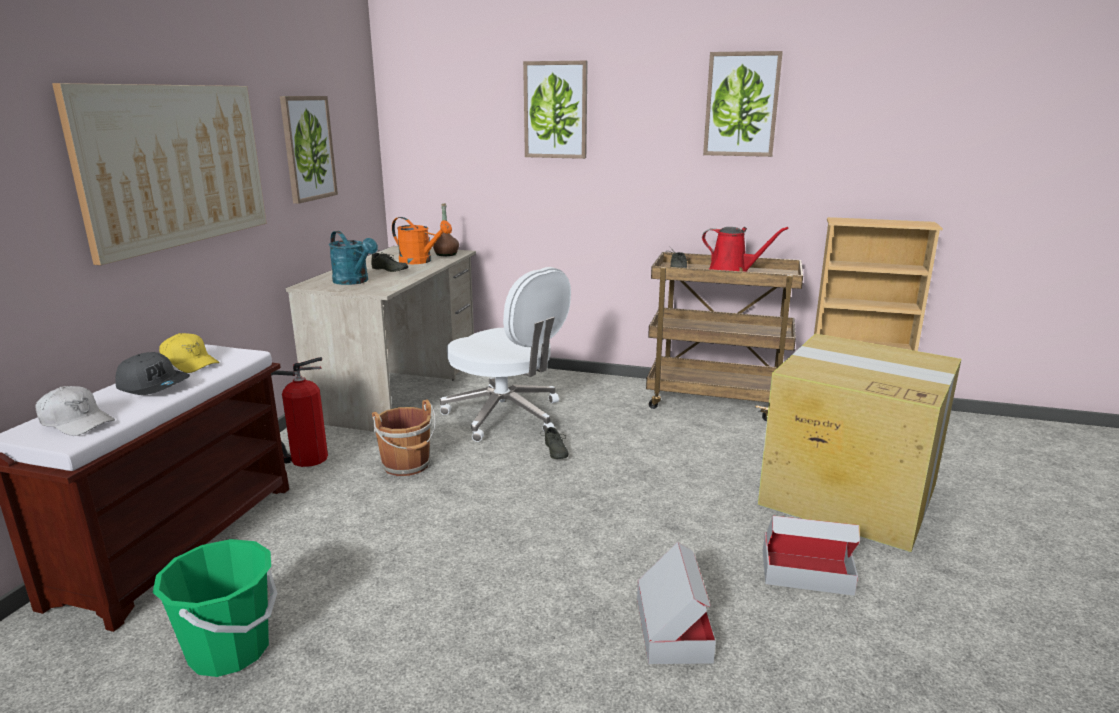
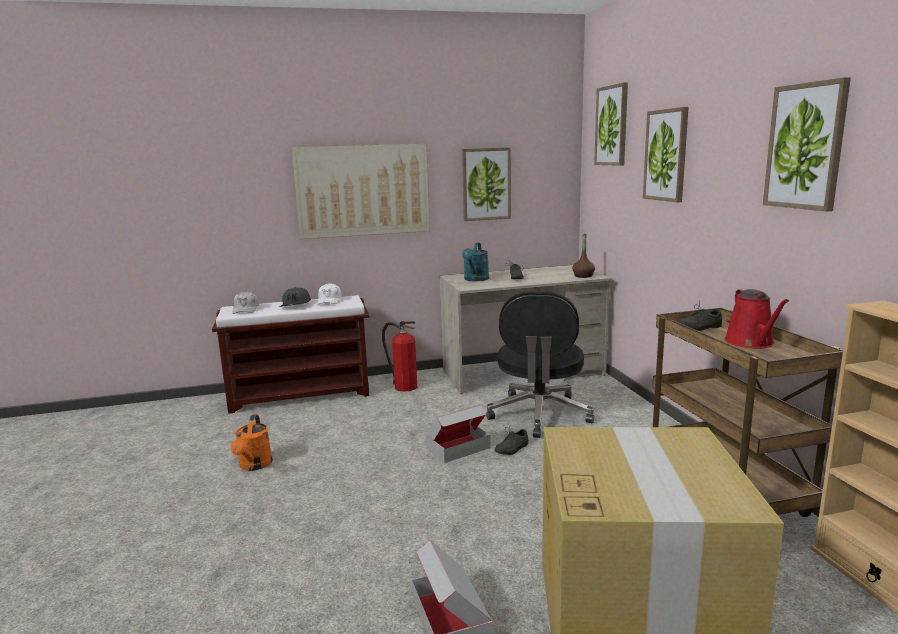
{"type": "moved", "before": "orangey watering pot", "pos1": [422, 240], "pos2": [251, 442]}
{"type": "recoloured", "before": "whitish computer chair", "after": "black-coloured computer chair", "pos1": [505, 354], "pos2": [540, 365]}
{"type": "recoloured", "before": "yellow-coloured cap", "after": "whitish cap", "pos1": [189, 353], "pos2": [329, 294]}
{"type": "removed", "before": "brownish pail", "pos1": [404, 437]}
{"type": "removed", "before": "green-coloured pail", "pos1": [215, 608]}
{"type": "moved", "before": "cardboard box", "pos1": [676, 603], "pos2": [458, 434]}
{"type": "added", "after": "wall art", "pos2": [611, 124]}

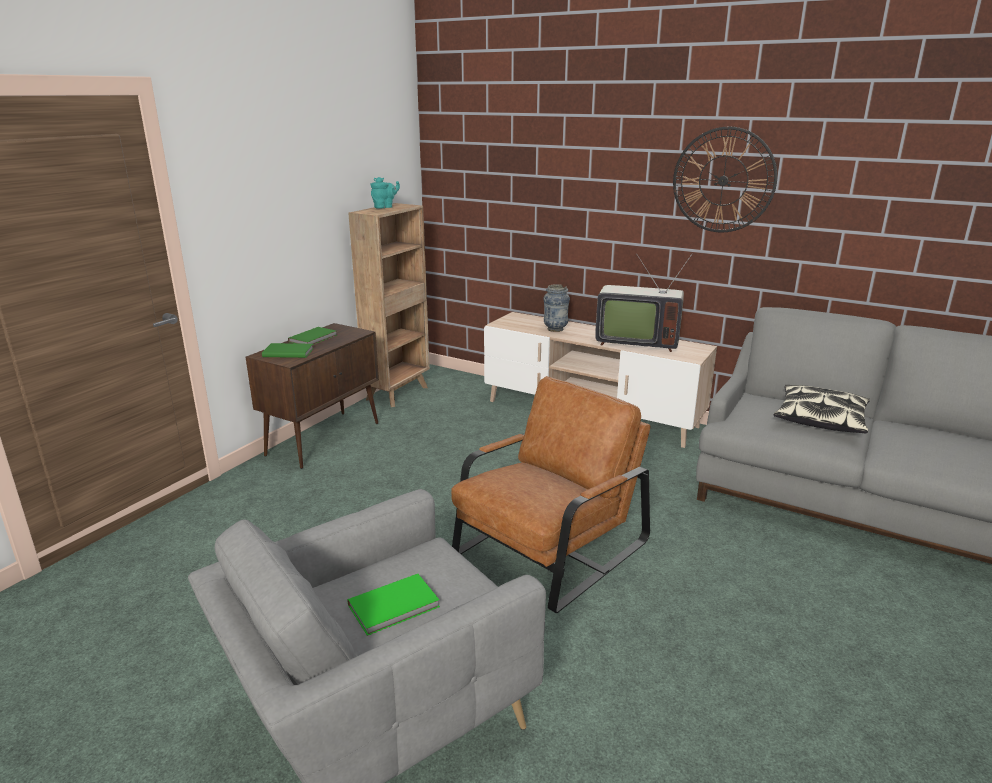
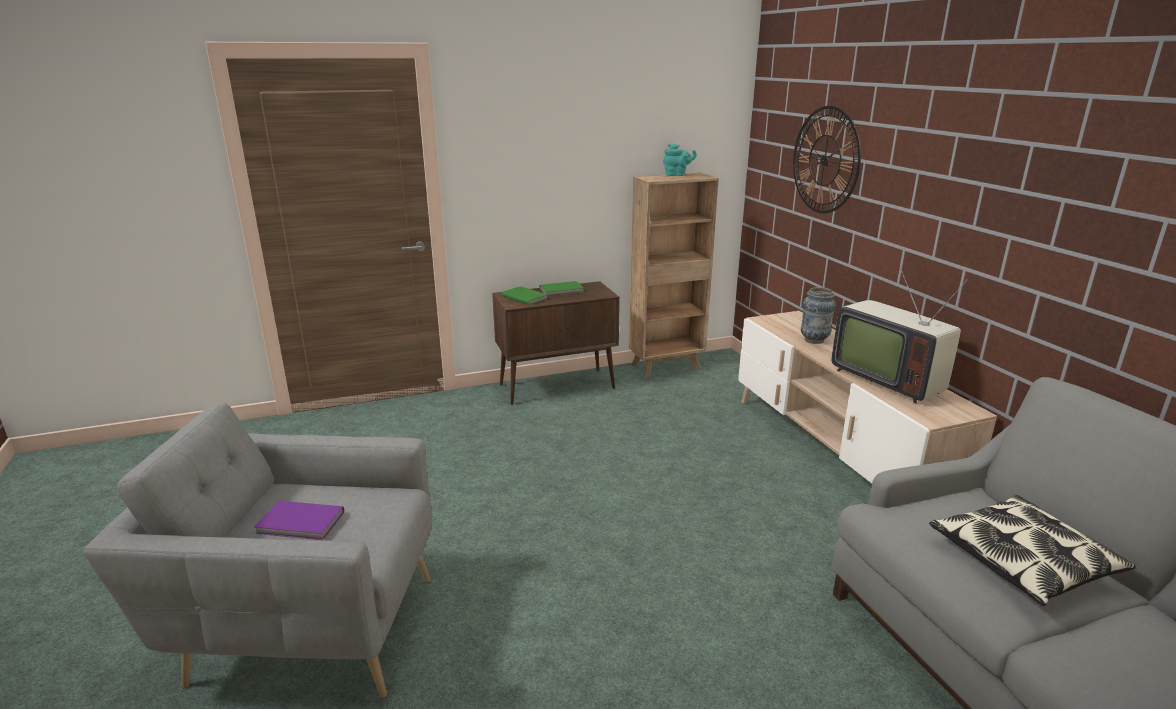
{"type": "moved", "before": "wall clock", "pos1": [725, 180], "pos2": [827, 159]}
{"type": "removed", "before": "brownish armchair", "pos1": [550, 494]}
{"type": "recoloured", "before": "green-coloured bound book", "after": "purple-coloured bound book", "pos1": [394, 605], "pos2": [299, 520]}

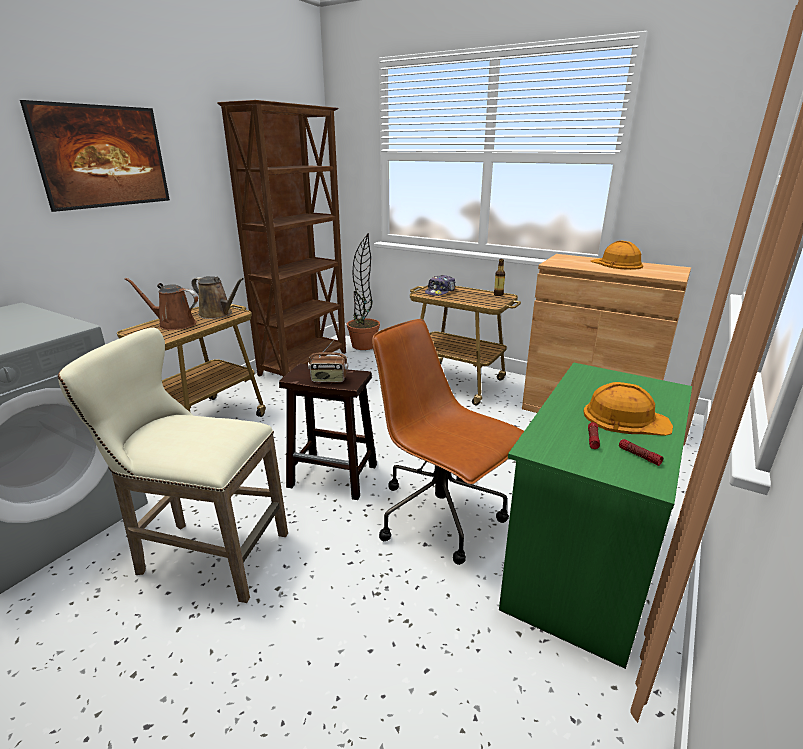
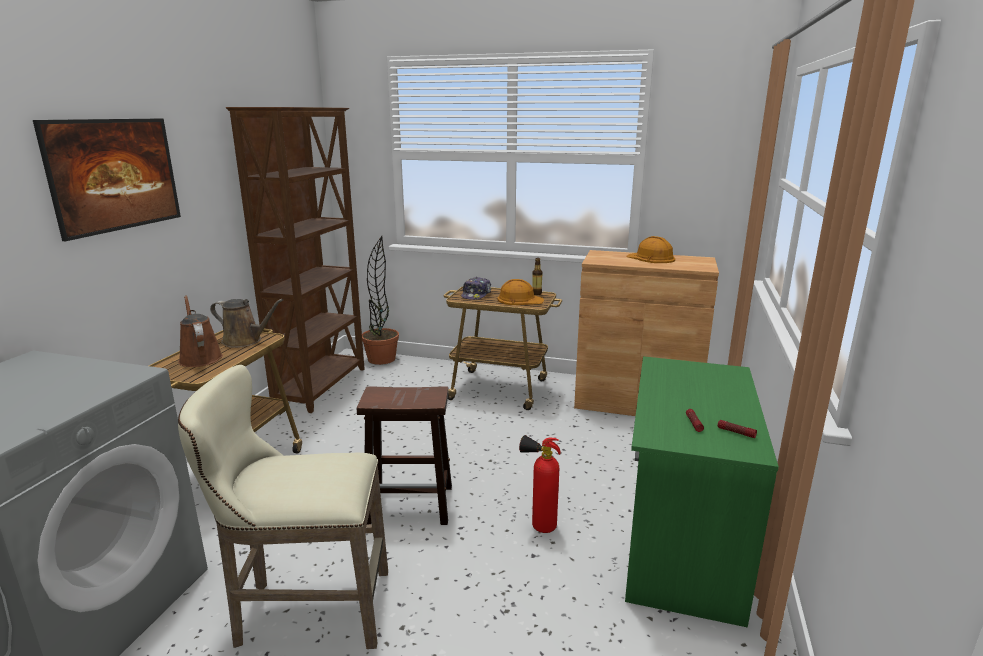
{"type": "turned", "before": "brownish watering pot", "pos1": [161, 304], "pos2": [200, 331], "turn": 60}
{"type": "replaced", "before": "brownish computer chair", "after": "fire extinguisher", "pos1": [448, 442], "pos2": [540, 484]}
{"type": "removed", "before": "radio receiver", "pos1": [328, 361]}
{"type": "moved", "before": "orangey safety helmet", "pos1": [628, 409], "pos2": [520, 292]}

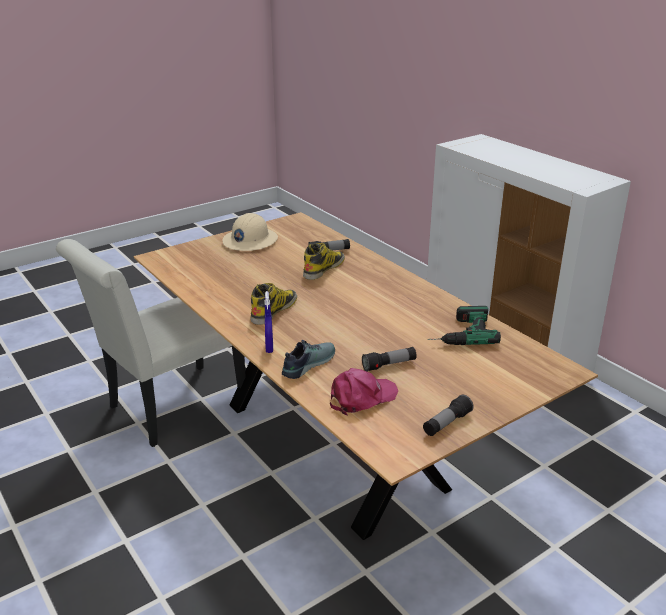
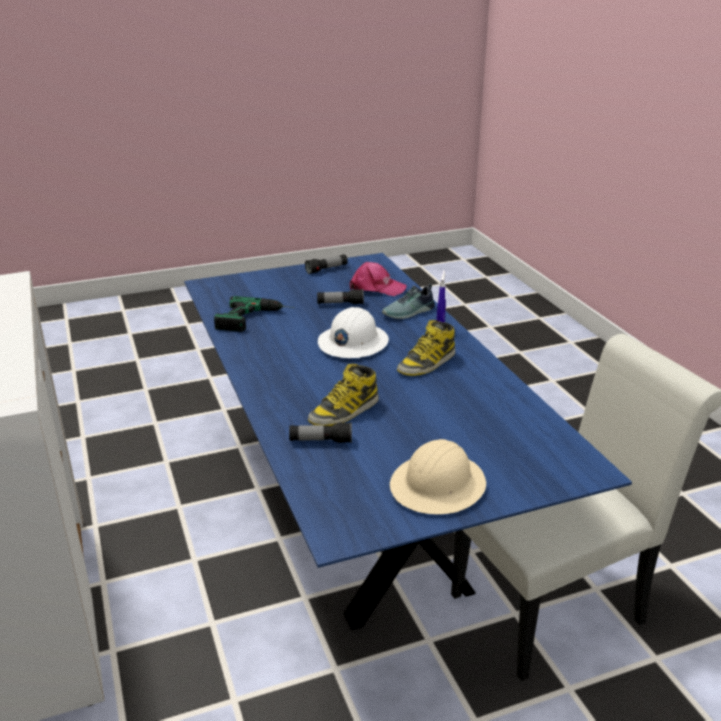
{"type": "recoloured", "before": "brownish dining table", "after": "blue-coloured dining table", "pos1": [365, 376], "pos2": [408, 441]}
{"type": "turned", "before": "pink cap", "pos1": [364, 392], "pos2": [378, 279], "turn": -150}
{"type": "added", "after": "whitish safety helmet", "pos2": [353, 332]}

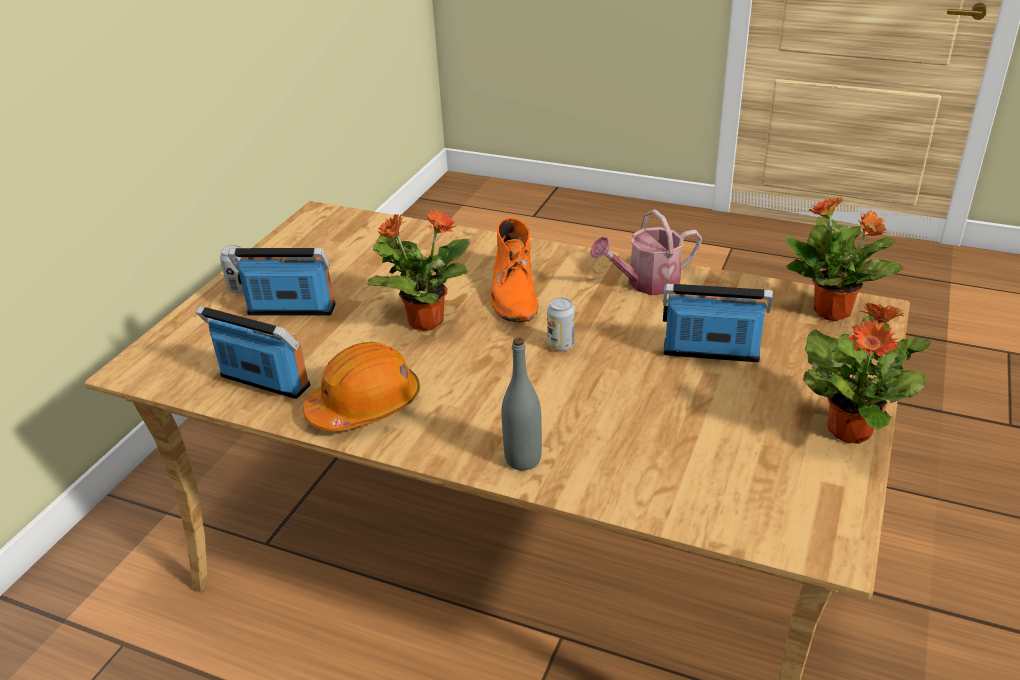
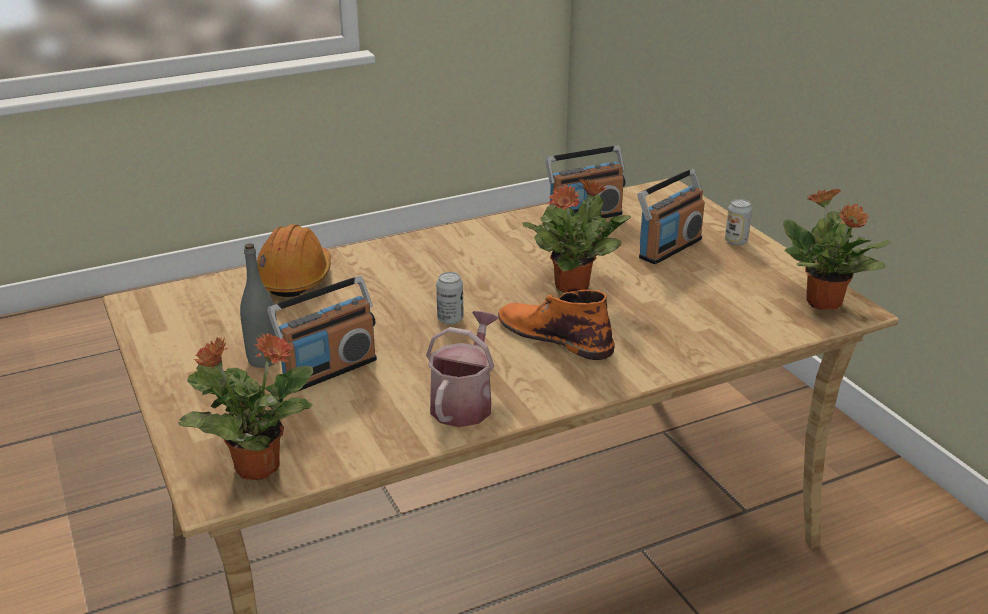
{"type": "moved", "before": "potted plant", "pos1": [867, 373], "pos2": [837, 249]}
{"type": "moved", "before": "grey beverage bottle", "pos1": [522, 404], "pos2": [258, 305]}
{"type": "moved", "before": "orangey safety helmet", "pos1": [361, 386], "pos2": [294, 260]}

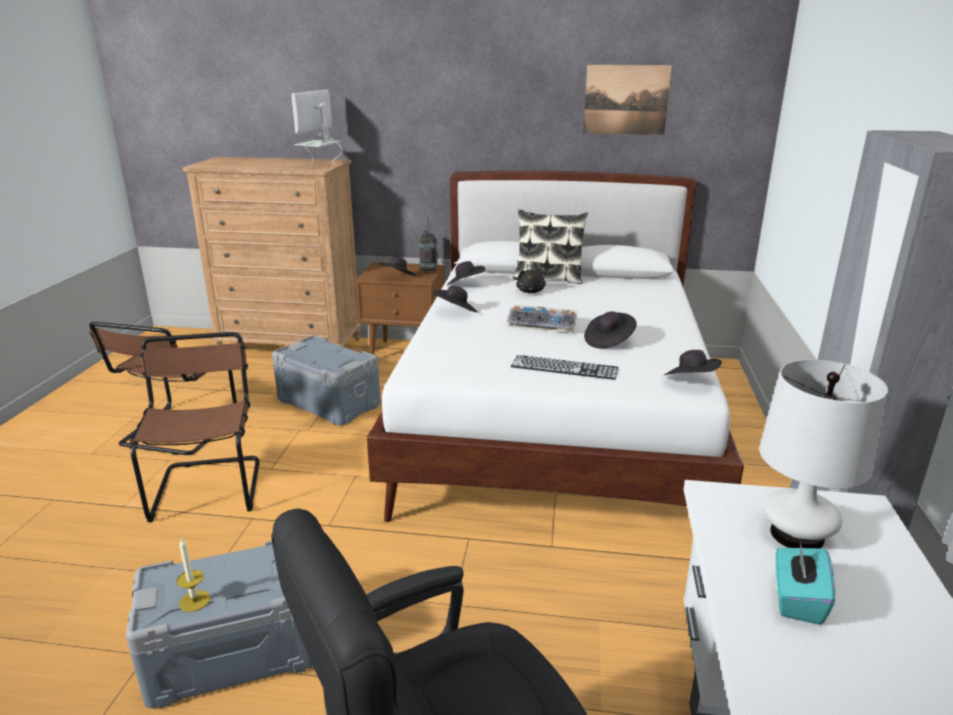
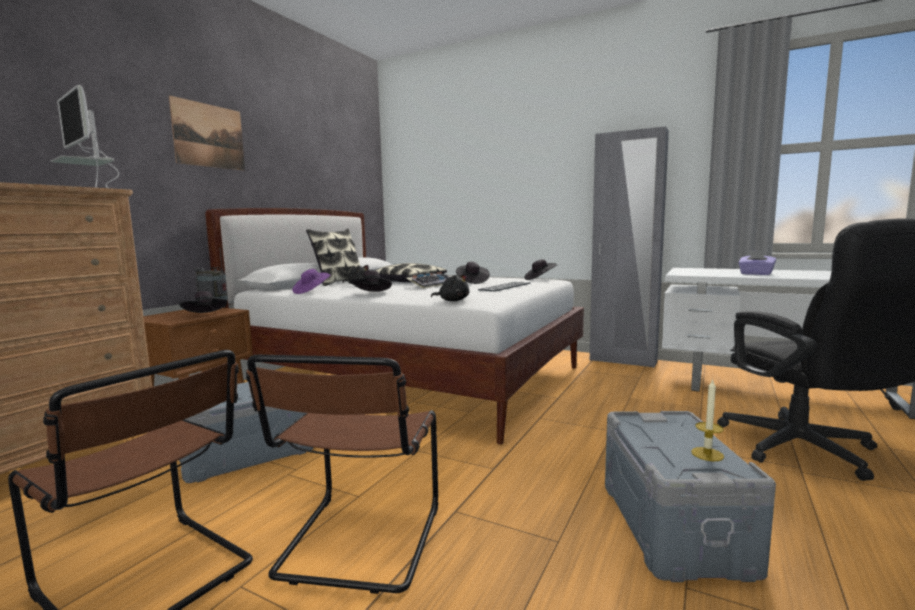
{"type": "moved", "before": "wall art", "pos1": [627, 100], "pos2": [207, 133]}
{"type": "recoloured", "before": "black-coloured wearable hat", "after": "purple-coloured wearable hat", "pos1": [466, 273], "pos2": [311, 281]}
{"type": "turned", "before": "brownish upright chair", "pos1": [195, 427], "pos2": [342, 474], "turn": -90}
{"type": "removed", "before": "whitish lamp for a table", "pos1": [823, 454]}
{"type": "recoloured", "before": "turquoise tissue box", "after": "purple-coloured tissue box", "pos1": [805, 583], "pos2": [757, 263]}
{"type": "added", "after": "throw pillow", "pos2": [410, 272]}
{"type": "added", "after": "black-coloured plush toy", "pos2": [450, 287]}

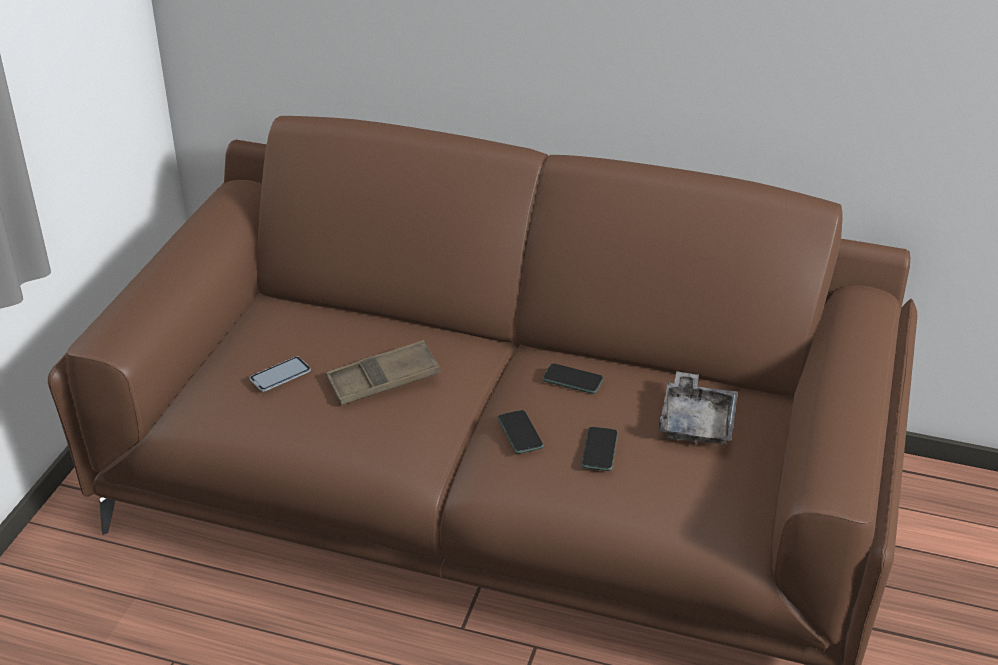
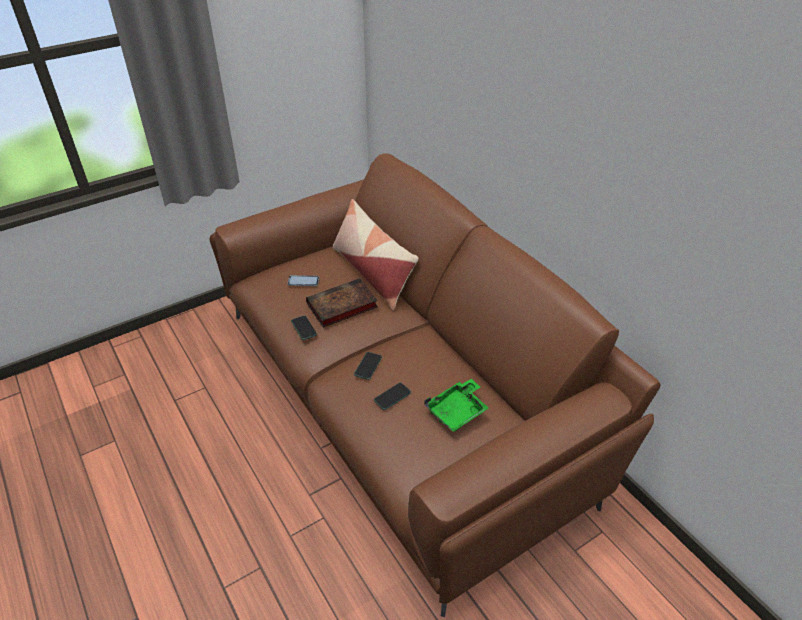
{"type": "replaced", "before": "brownish carrying tray", "after": "bound book", "pos1": [383, 372], "pos2": [342, 303]}
{"type": "moved", "before": "telephone", "pos1": [573, 378], "pos2": [304, 327]}
{"type": "recoloured", "before": "grey carrying tray", "after": "green-coloured carrying tray", "pos1": [698, 407], "pos2": [456, 405]}
{"type": "added", "after": "throw pillow", "pos2": [376, 255]}

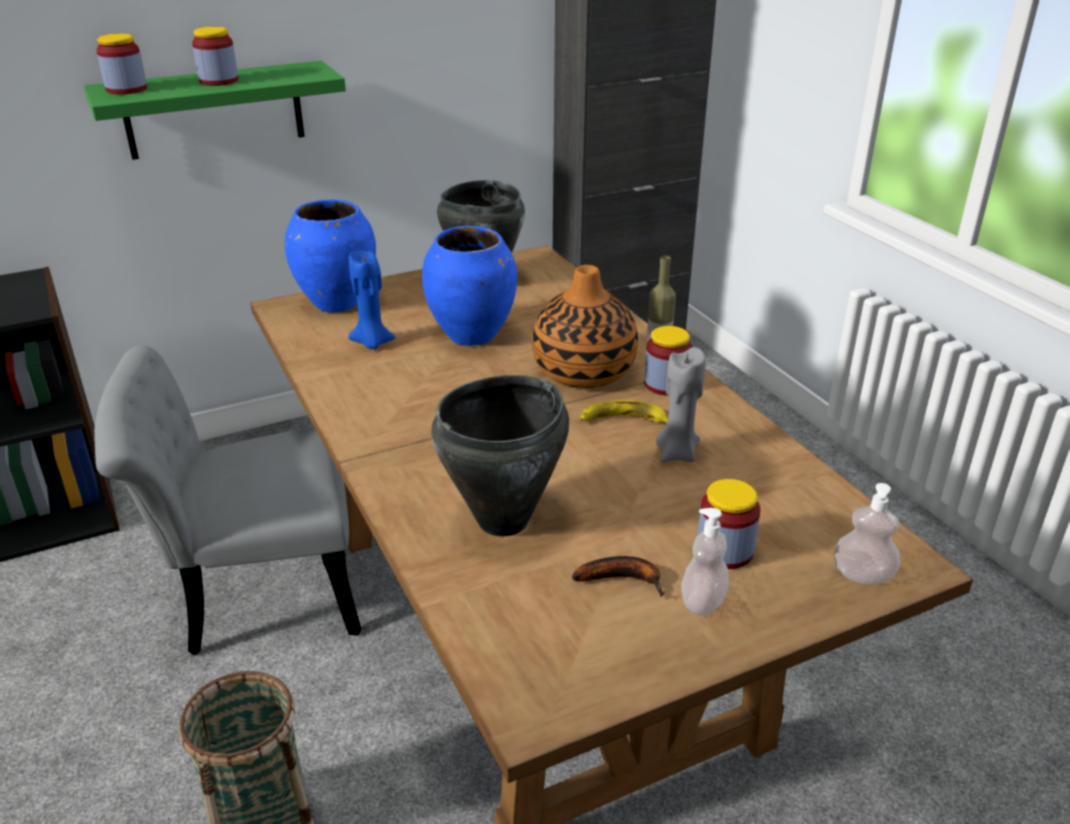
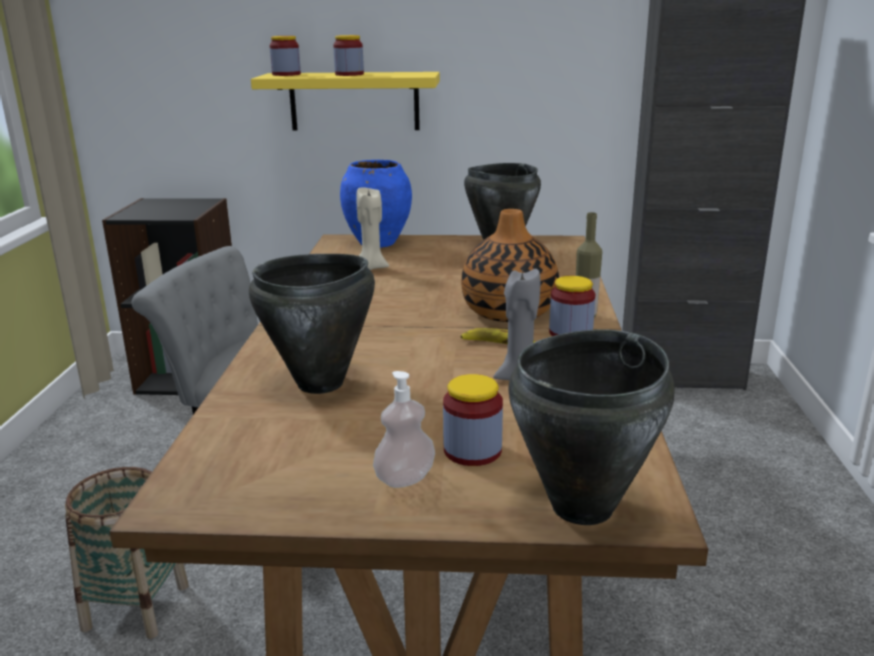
{"type": "recoloured", "before": "green-coloured bracket shelf", "after": "yellow-coloured bracket shelf", "pos1": [215, 110], "pos2": [345, 101]}
{"type": "removed", "before": "blue-coloured decorative vase", "pos1": [469, 286]}
{"type": "recoloured", "before": "blue-coloured candle", "after": "beige candle", "pos1": [372, 300], "pos2": [372, 228]}
{"type": "replaced", "before": "soap bottle", "after": "black-coloured saucepot", "pos1": [867, 534], "pos2": [591, 427]}
{"type": "removed", "before": "banana fruit", "pos1": [618, 576]}

